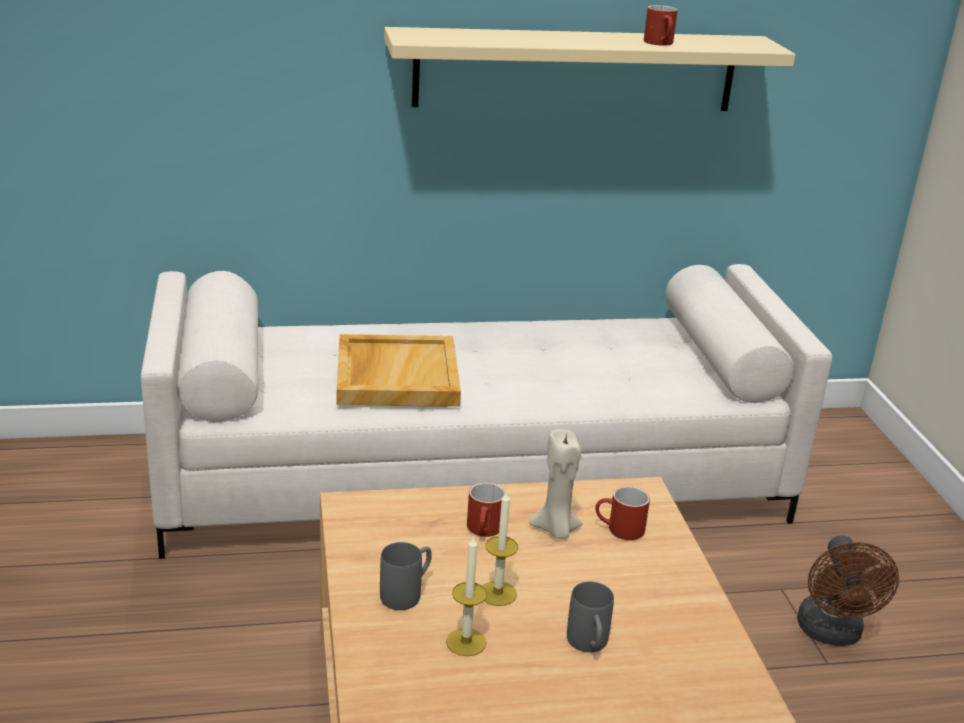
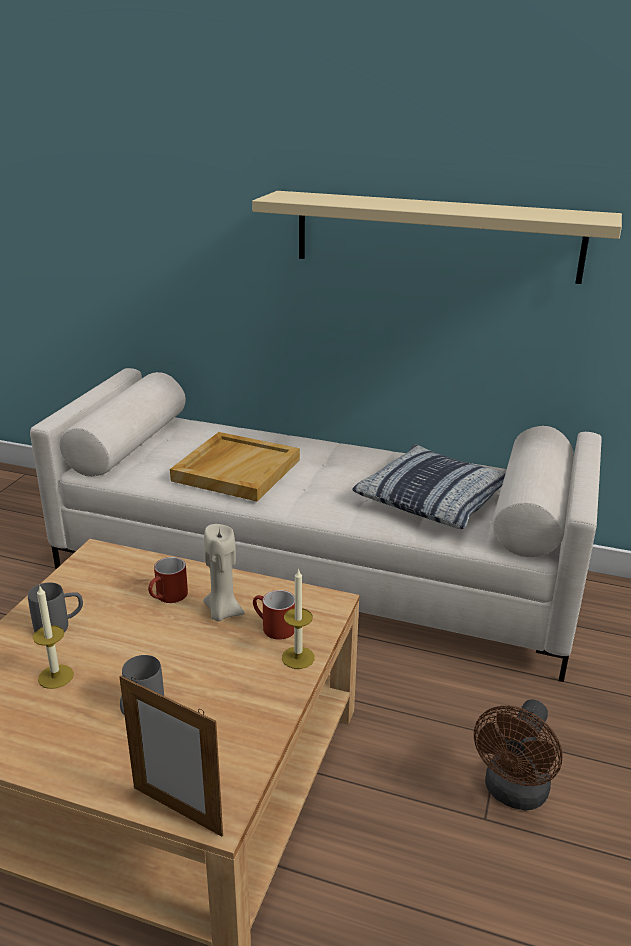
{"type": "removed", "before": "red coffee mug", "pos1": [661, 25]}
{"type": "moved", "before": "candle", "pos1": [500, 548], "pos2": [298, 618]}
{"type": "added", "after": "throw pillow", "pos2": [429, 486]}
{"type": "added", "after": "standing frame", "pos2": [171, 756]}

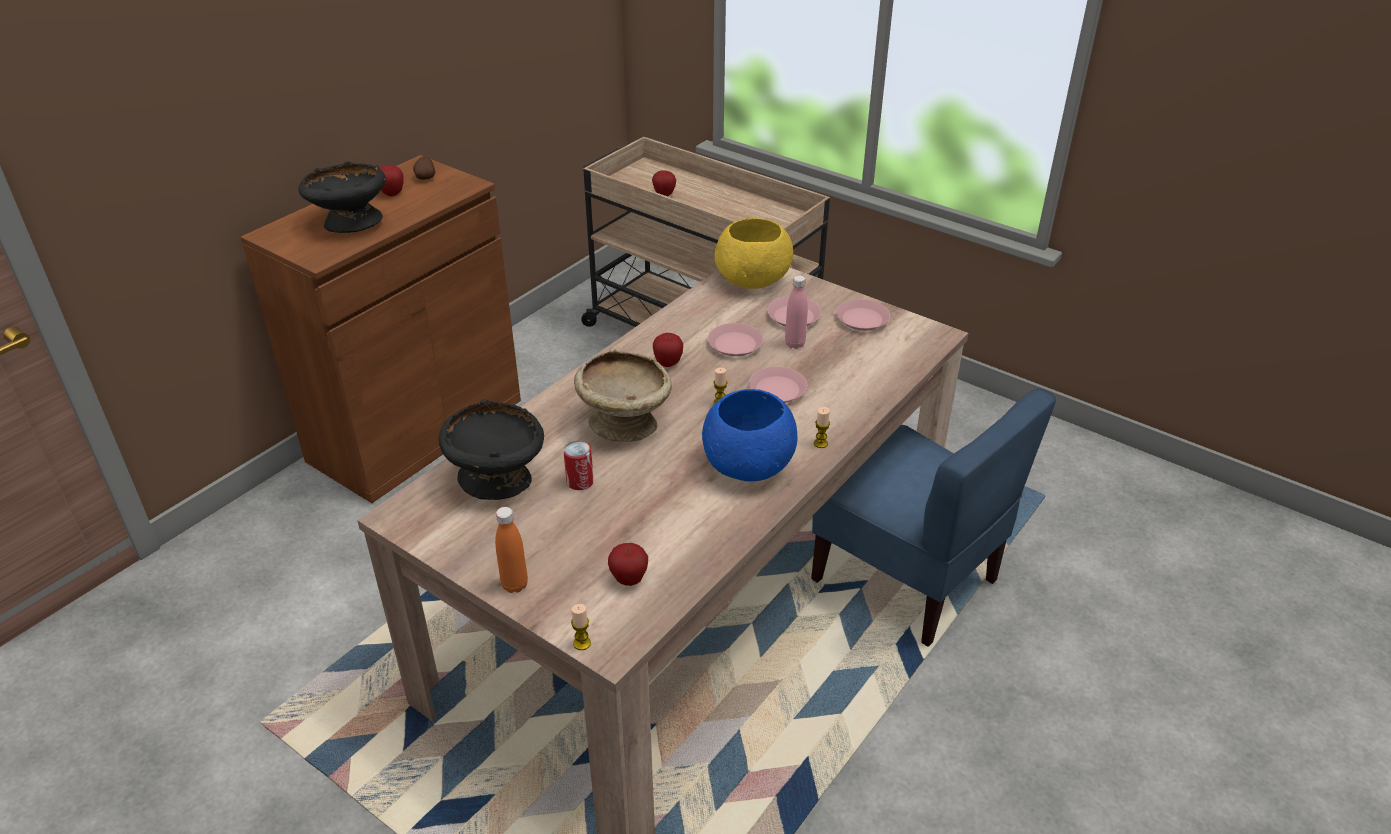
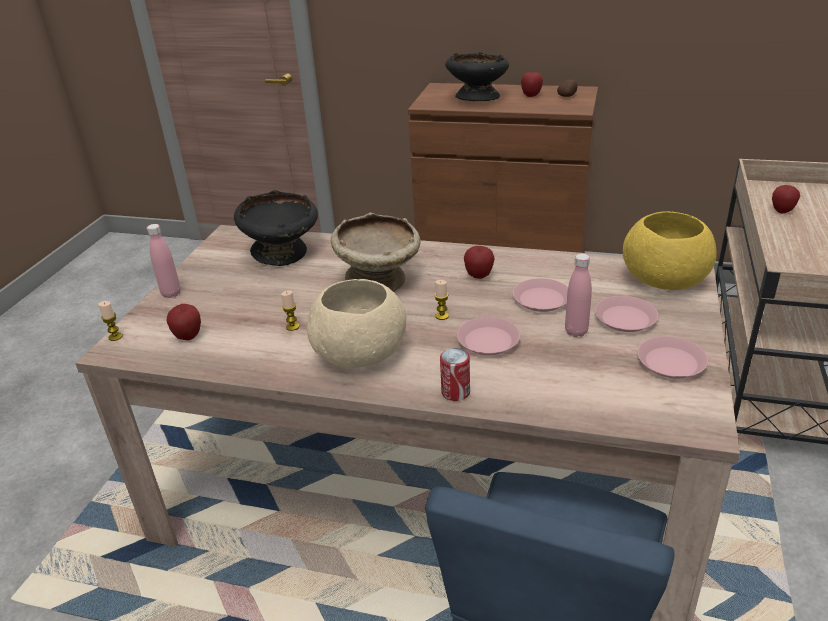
{"type": "recoloured", "before": "blue-coloured serving bowl", "after": "beige serving bowl", "pos1": [749, 435], "pos2": [356, 323]}
{"type": "moved", "before": "candle", "pos1": [822, 427], "pos2": [290, 310]}
{"type": "moved", "before": "sealed can", "pos1": [578, 465], "pos2": [455, 374]}
{"type": "recoloured", "before": "orangey beverage bottle", "after": "pink beverage bottle", "pos1": [511, 550], "pos2": [164, 261]}

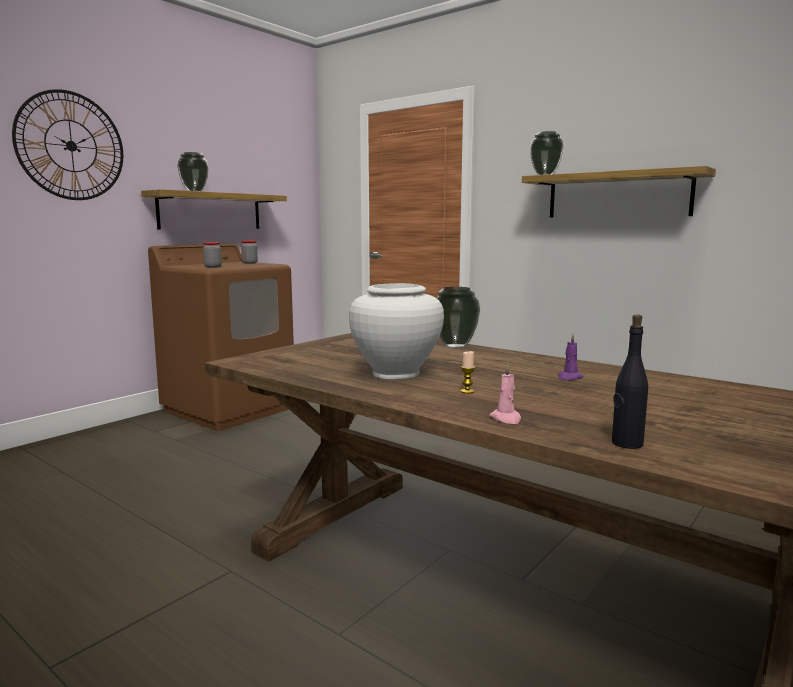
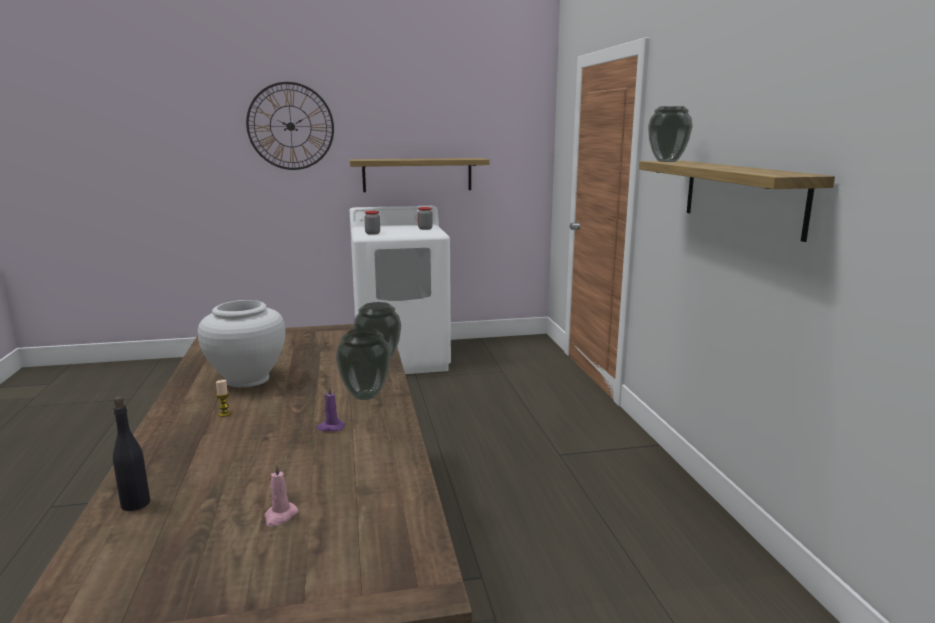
{"type": "moved", "before": "decorative vase", "pos1": [193, 171], "pos2": [363, 364]}
{"type": "recoloured", "before": "brownish laundry machine", "after": "whitish laundry machine", "pos1": [221, 337], "pos2": [400, 290]}
{"type": "moved", "before": "pink candle", "pos1": [505, 393], "pos2": [281, 495]}

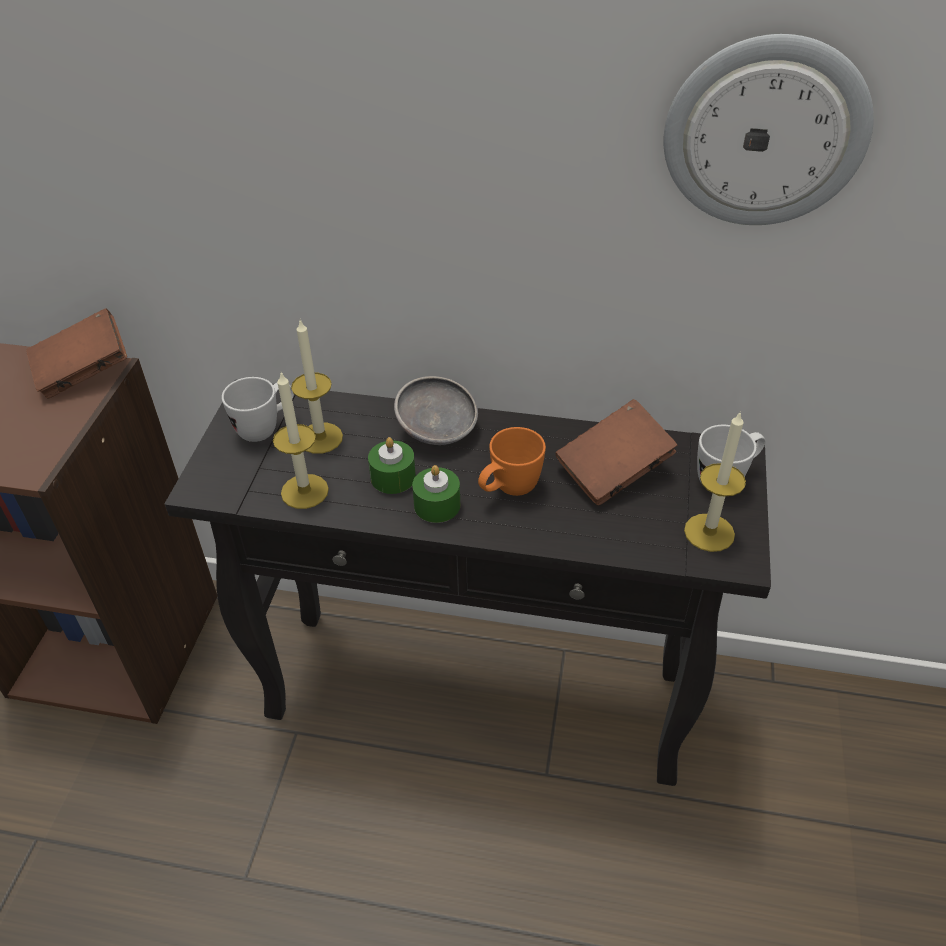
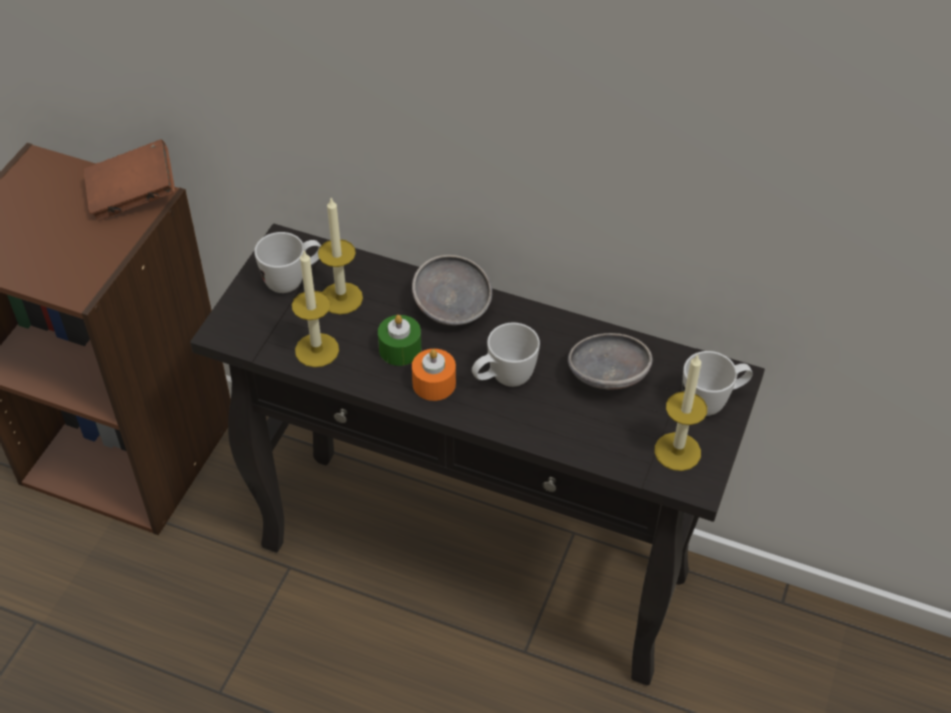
{"type": "removed", "before": "wall clock", "pos1": [768, 129]}
{"type": "replaced", "before": "brownish bound book", "after": "grey serving bowl", "pos1": [616, 452], "pos2": [610, 361]}
{"type": "recoloured", "before": "orangey coffee mug", "after": "whitish coffee mug", "pos1": [512, 461], "pos2": [506, 355]}
{"type": "recoloured", "before": "green-coloured candle", "after": "orangey candle", "pos1": [436, 494], "pos2": [434, 375]}

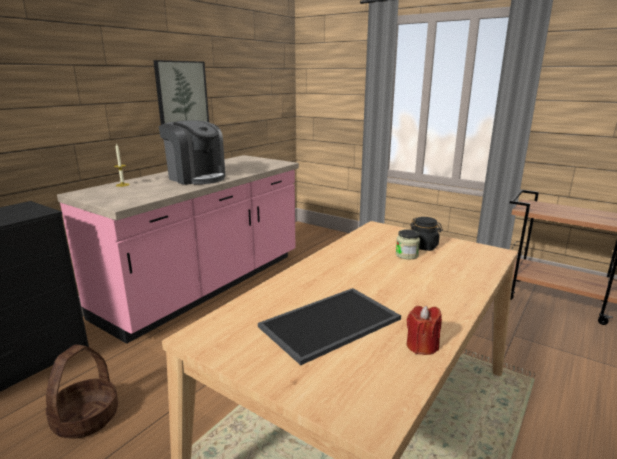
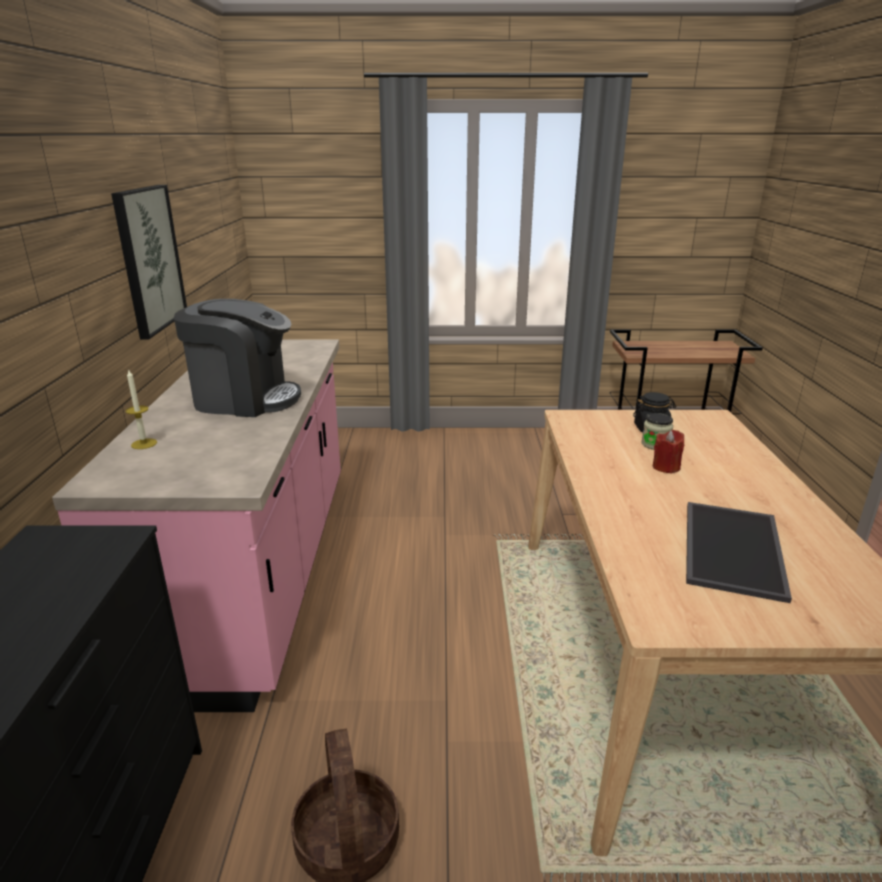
{"type": "moved", "before": "red candle", "pos1": [424, 330], "pos2": [668, 452]}

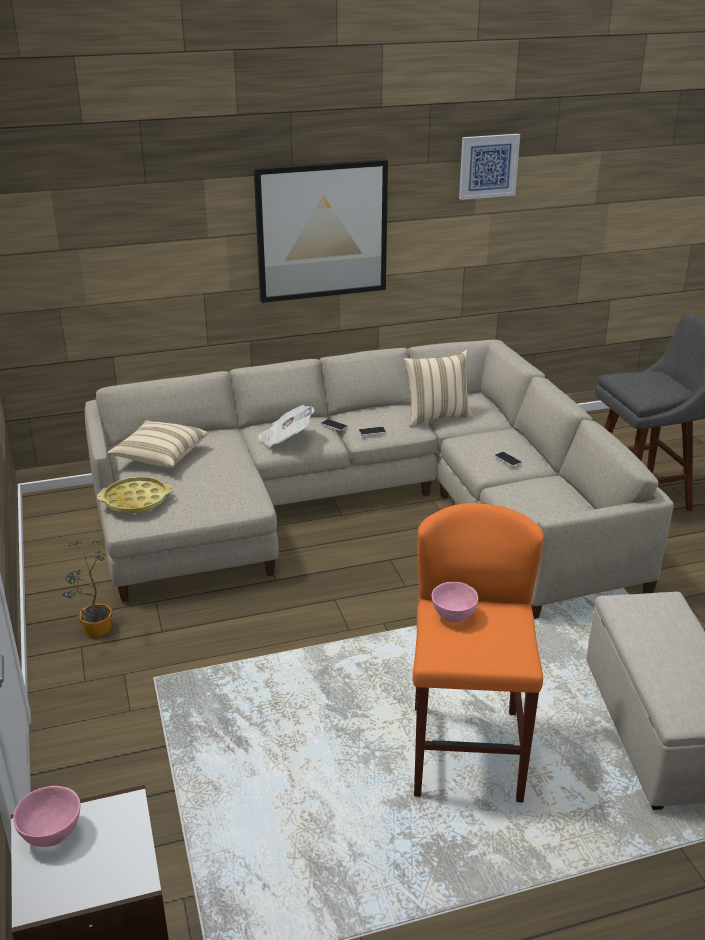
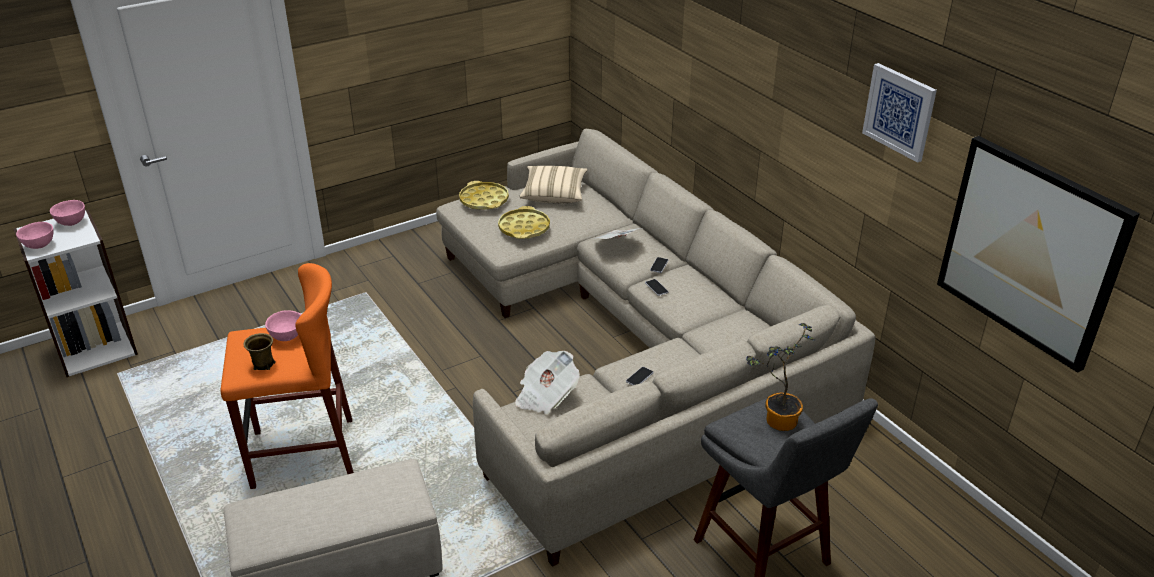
{"type": "moved", "before": "wall art", "pos1": [321, 231], "pos2": [1038, 254]}
{"type": "removed", "before": "beige throw pillow", "pos1": [438, 388]}
{"type": "moved", "before": "potted plant", "pos1": [87, 588], "pos2": [780, 377]}
{"type": "added", "after": "yellow-coloured carrying tray", "pos2": [524, 222]}
{"type": "added", "after": "pink serving bowl", "pos2": [35, 235]}
{"type": "added", "after": "brownish coffee mug", "pos2": [259, 351]}
{"type": "added", "after": "newspaper", "pos2": [547, 382]}

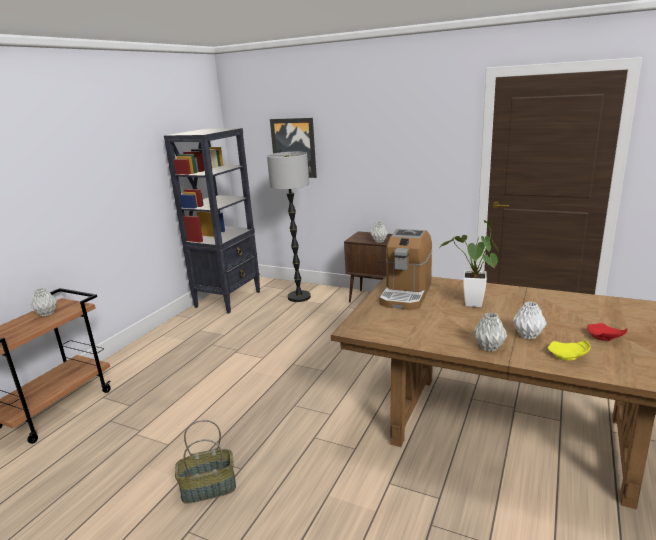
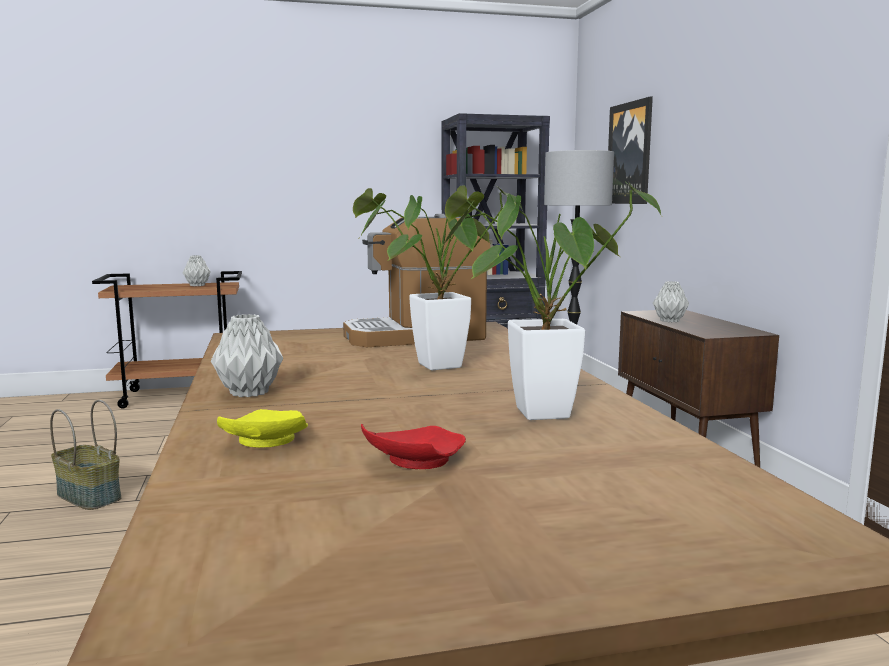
{"type": "removed", "before": "whitish decorative vase", "pos1": [530, 320]}
{"type": "added", "after": "potted plant", "pos2": [552, 301]}

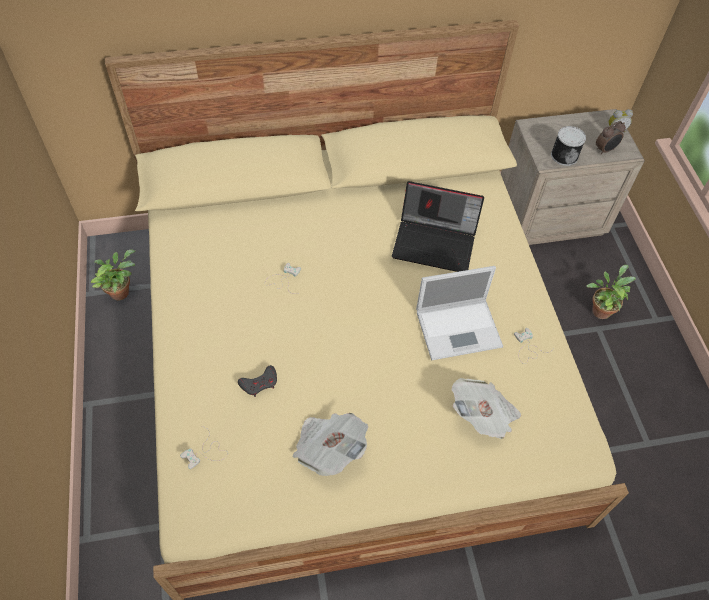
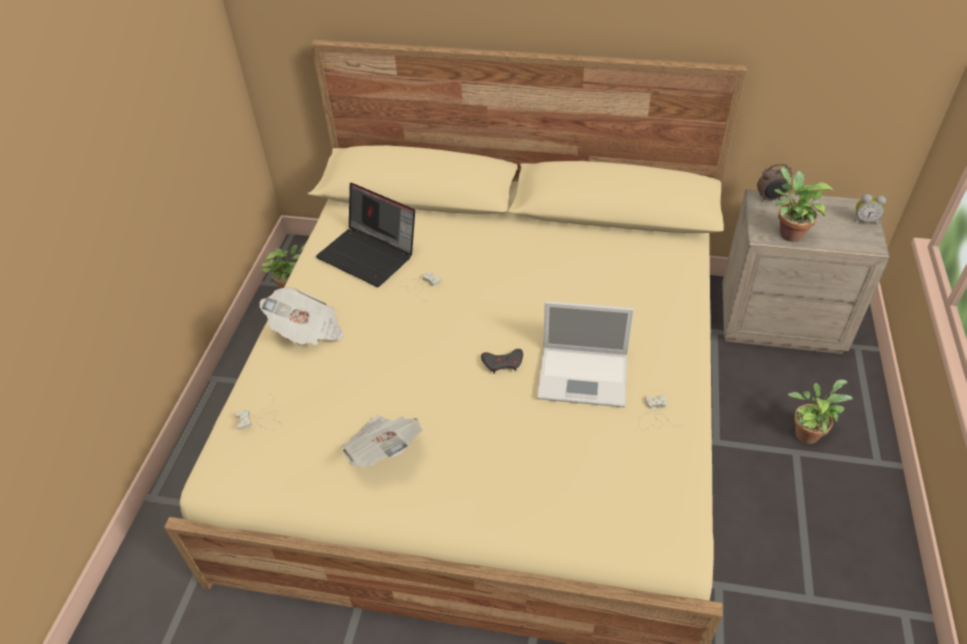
{"type": "moved", "before": "table clock", "pos1": [611, 138], "pos2": [774, 183]}
{"type": "replaced", "before": "sealed can", "after": "potted plant", "pos1": [568, 146], "pos2": [804, 204]}
{"type": "moved", "before": "notebook computer", "pos1": [438, 226], "pos2": [365, 235]}
{"type": "moved", "before": "grey game controller", "pos1": [257, 381], "pos2": [502, 361]}
{"type": "moved", "before": "newspaper", "pos1": [486, 408], "pos2": [302, 316]}

